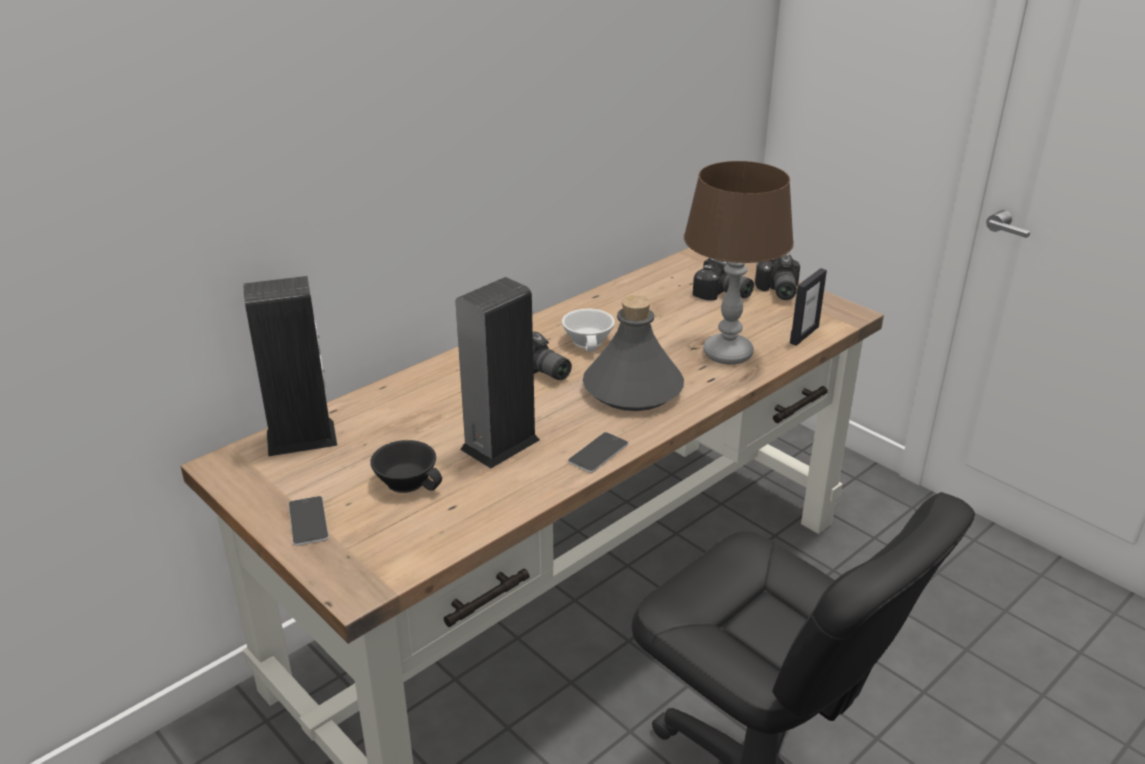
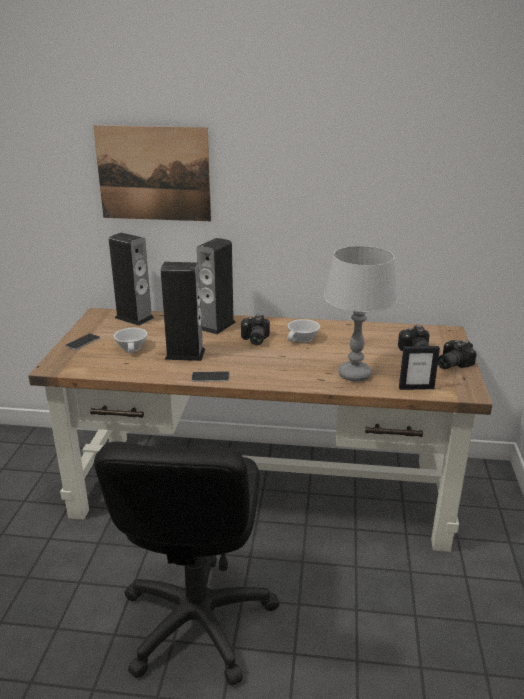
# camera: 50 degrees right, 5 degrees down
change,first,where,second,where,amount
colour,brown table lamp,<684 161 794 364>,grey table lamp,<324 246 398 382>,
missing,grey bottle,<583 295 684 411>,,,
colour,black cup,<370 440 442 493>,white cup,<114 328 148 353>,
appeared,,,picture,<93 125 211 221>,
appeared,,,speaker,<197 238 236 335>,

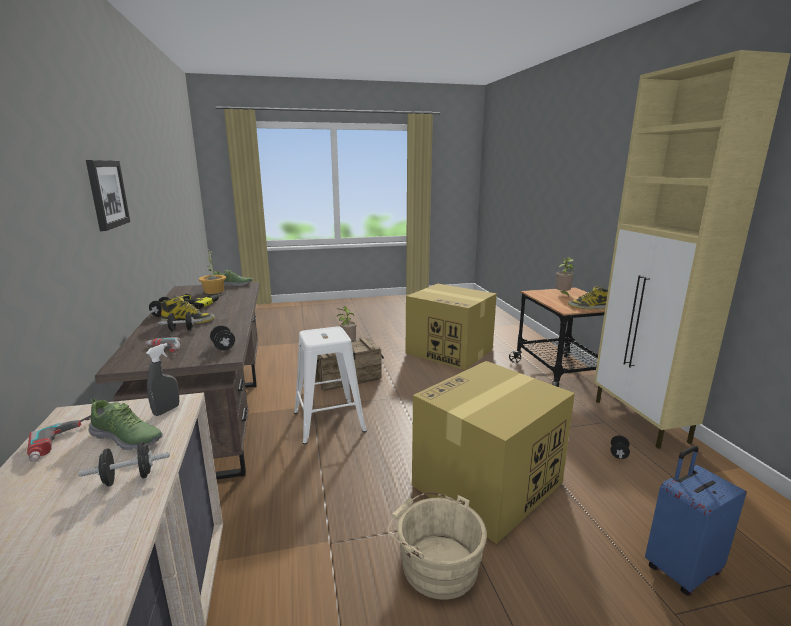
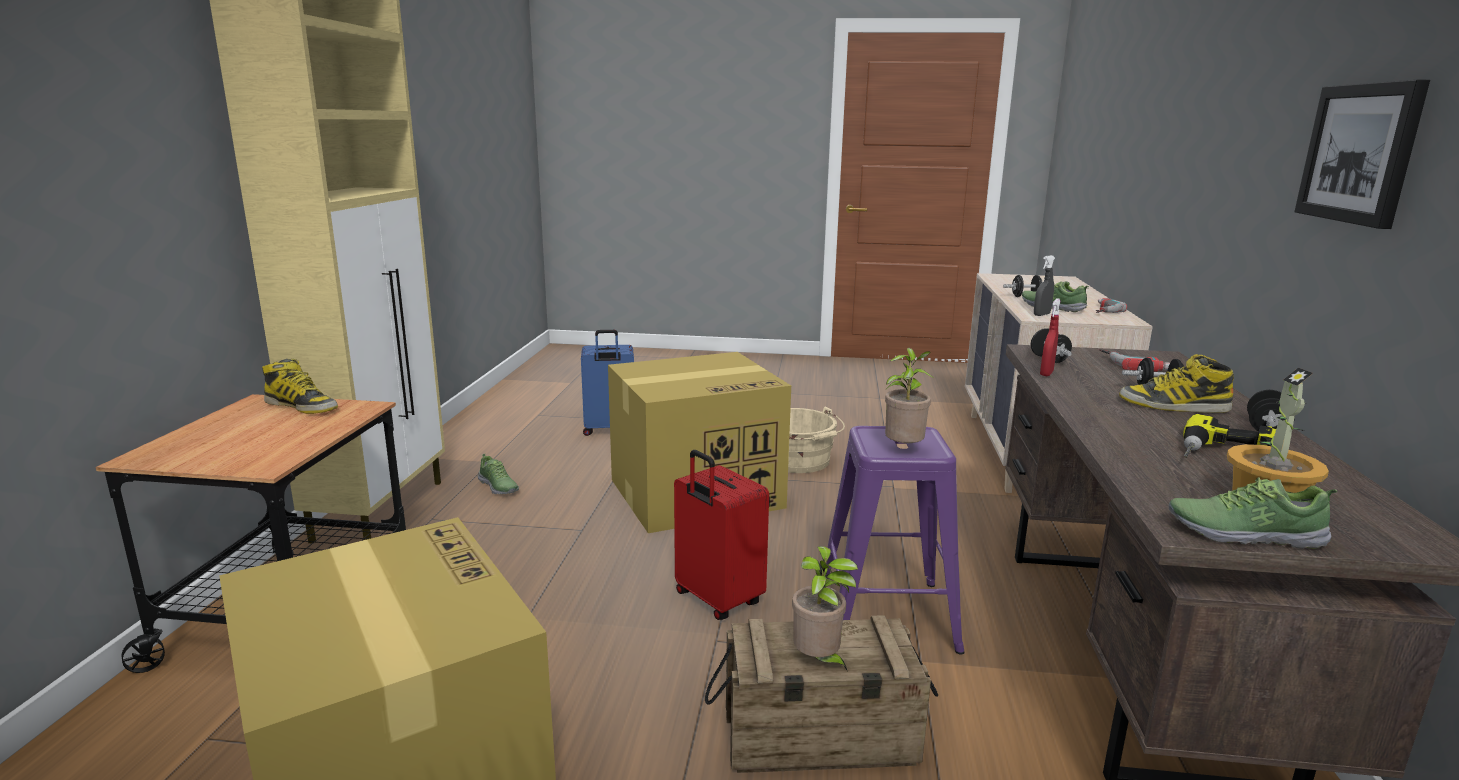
# camera: 160 degrees left, 0 degrees up
change,first,where,second,where,amount
relocated,potted plant,<556 257 574 297>,,<885 348 933 443>,
colour,white stool,<294 326 367 444>,purple stool,<826 426 965 655>,
exchanged,black dumbbell,<611 435 630 459>,shoe,<478 454 519 494>,
appeared,,,red spray bottle,<1040 298 1060 376>,
appeared,,,red suitcase,<674 450 769 620>,

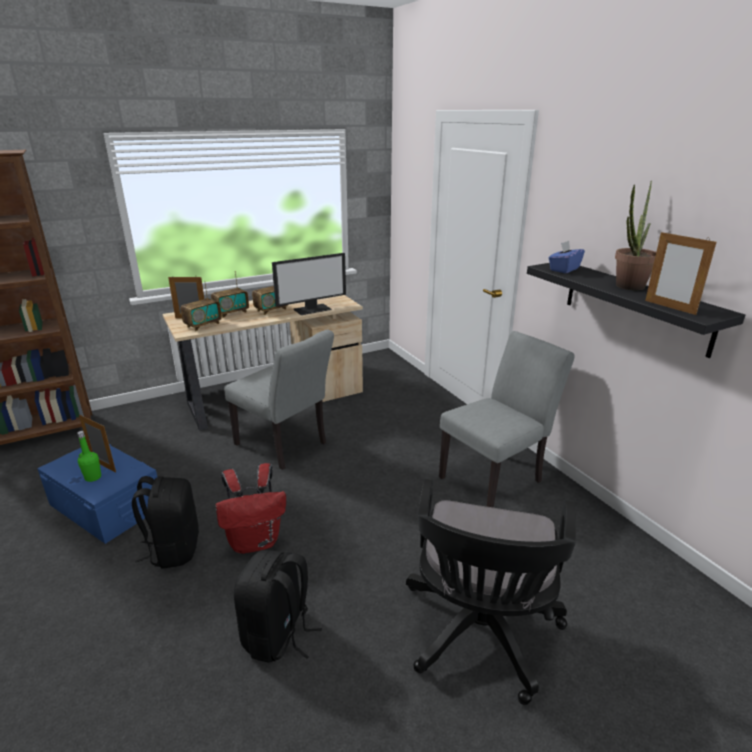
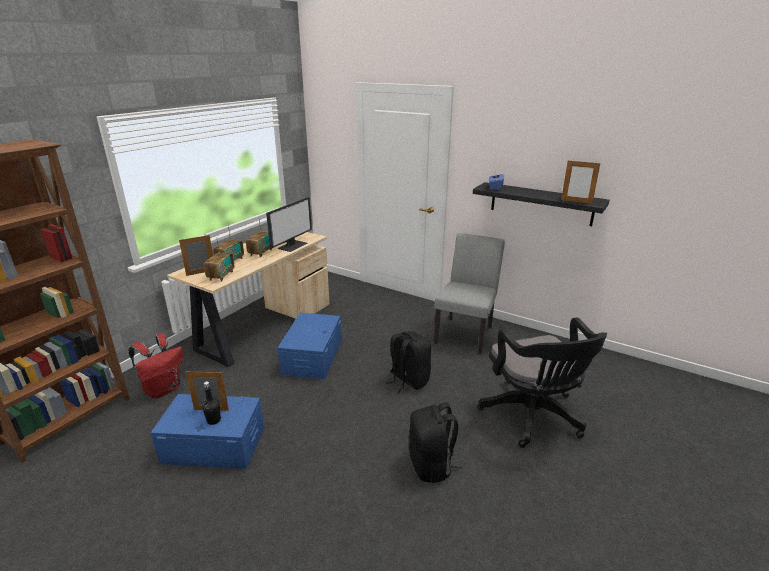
# camera: 30 degrees left, 0 degrees up
change,first,where,second,where,amount
missing,potted plant,<615 181 656 290>,,,
exchanged,grey chair,<224 329 334 470>,blue storage box,<278 313 342 379>,
colour,green bottle,<77 431 101 482>,black bottle,<202 382 221 425>,
relocated,red backpack,<215 463 286 554>,,<128 333 183 398>,
relocated,black backpack,<132 476 199 569>,,<386 331 431 393>,

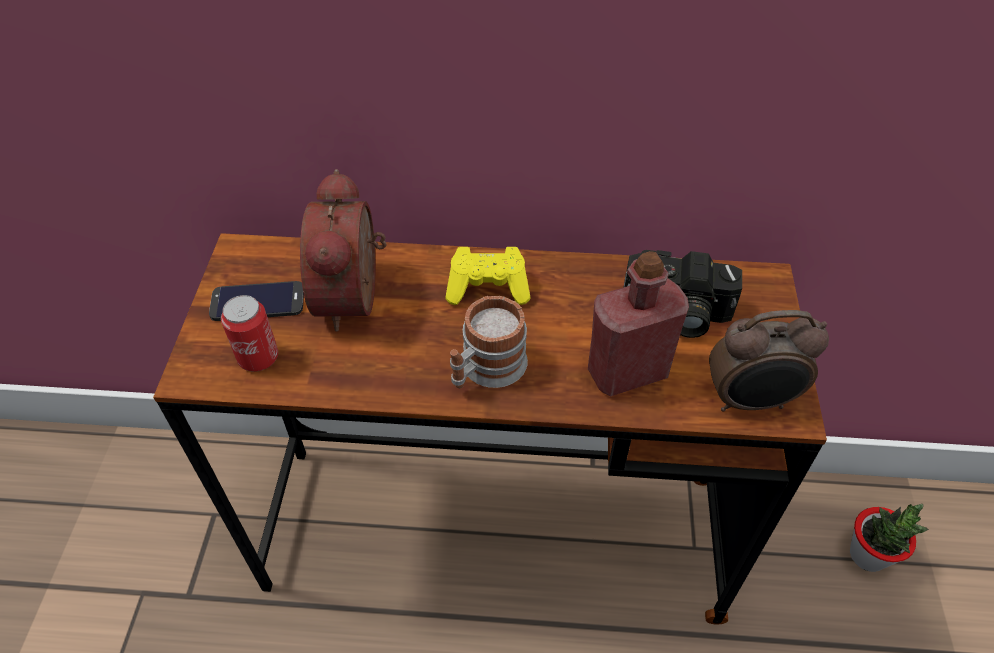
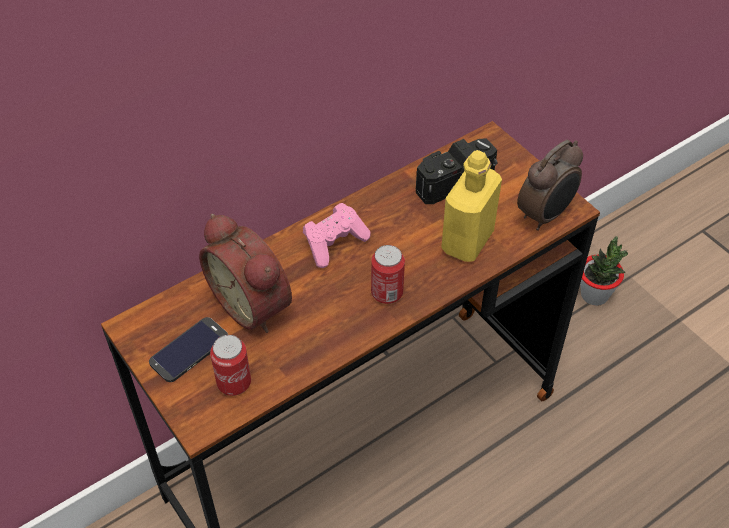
# camera: 40 degrees left, 0 degrees up
change,first,where,second,where,amount
colour,yellow game controller,<445 247 531 305>,pink game controller,<303 203 370 268>,
colour,red bottle,<588 251 689 397>,yellow bottle,<441 150 502 262>,
exchanged,mug,<450 296 528 388>,can,<371 245 405 304>,

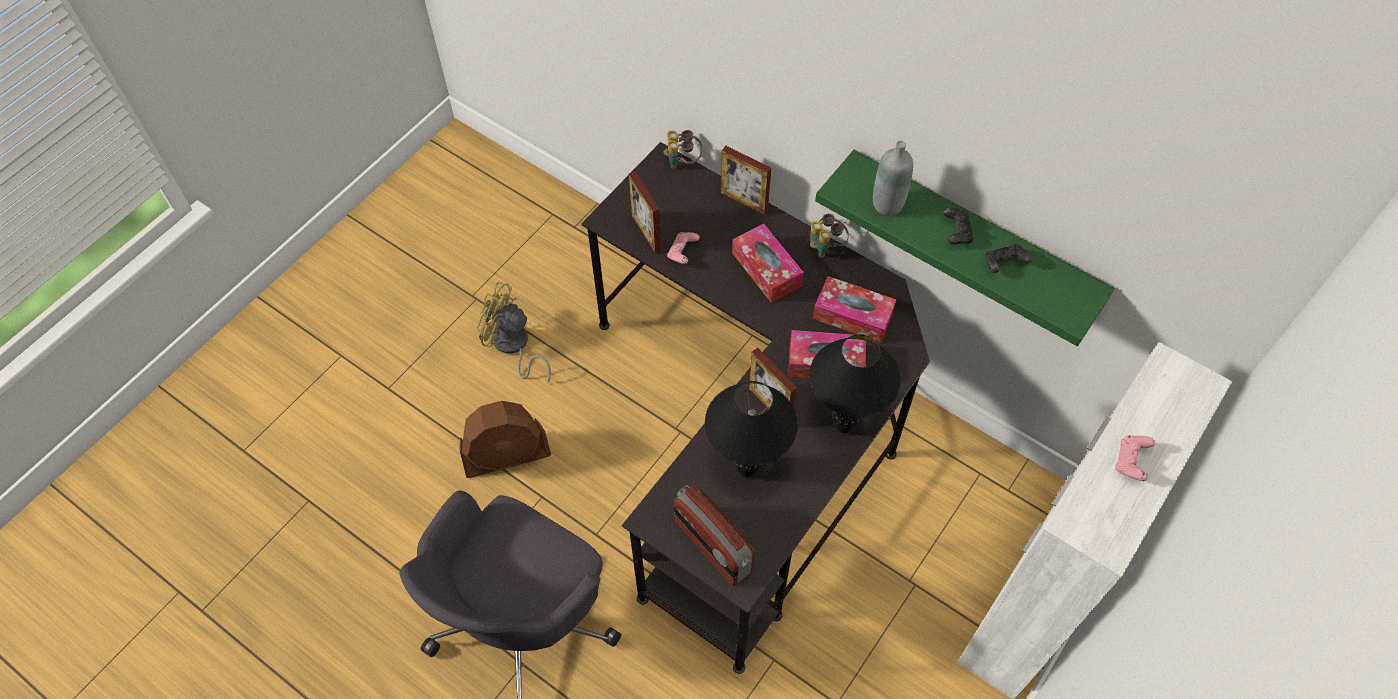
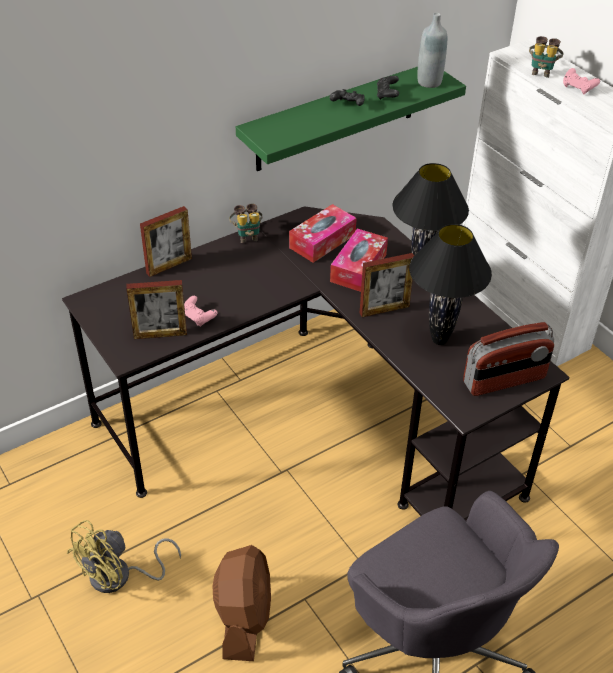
# camera: 70 degrees left, 15 degrees down
change,first,where,second,where,amount
relocated,binoculars,<664 130 702 169>,,<529 36 564 78>,
relocated,grey bottle,<873 141 913 215>,,<417 13 447 88>,
missing,tissue box,<732 223 804 302>,,,

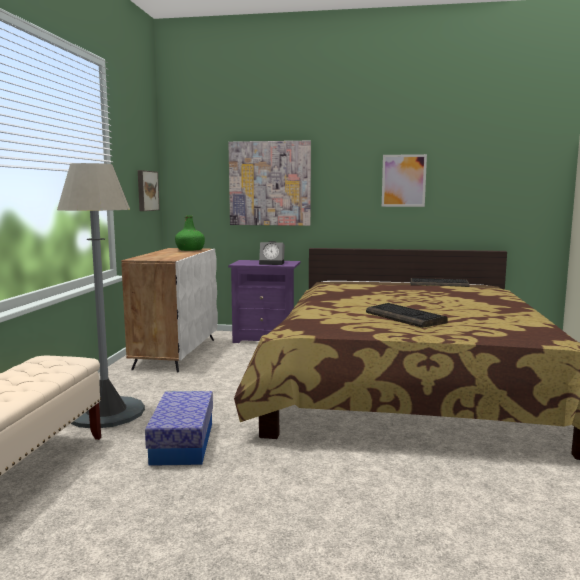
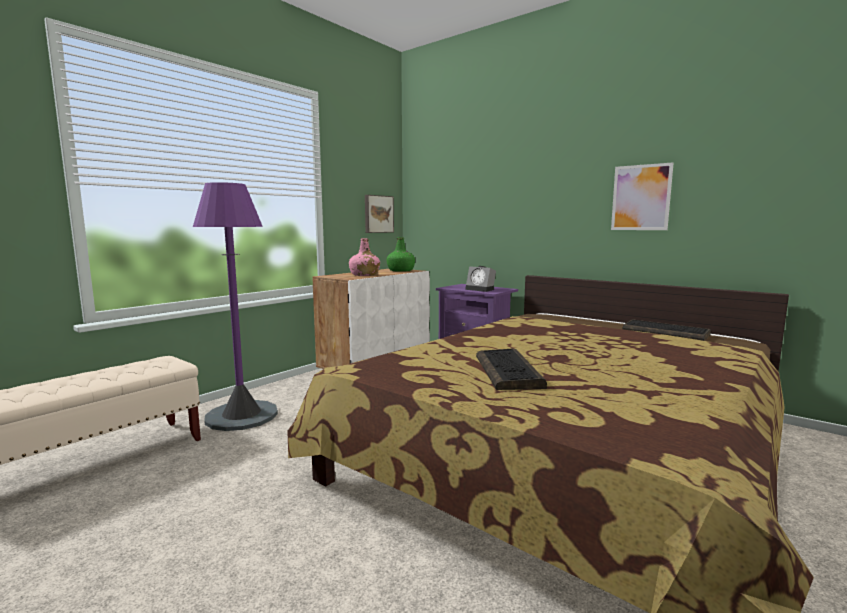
# camera: 30 degrees right, 0 degrees up
change,first,where,second,where,amount
missing,picture,<228 141 311 226>,,,
colour,grey floor lamp,<57 163 145 428>,purple floor lamp,<193 182 278 431>,
missing,storage box,<145 391 213 466>,,,
appeared,,,pink bottle,<349 238 380 276>,

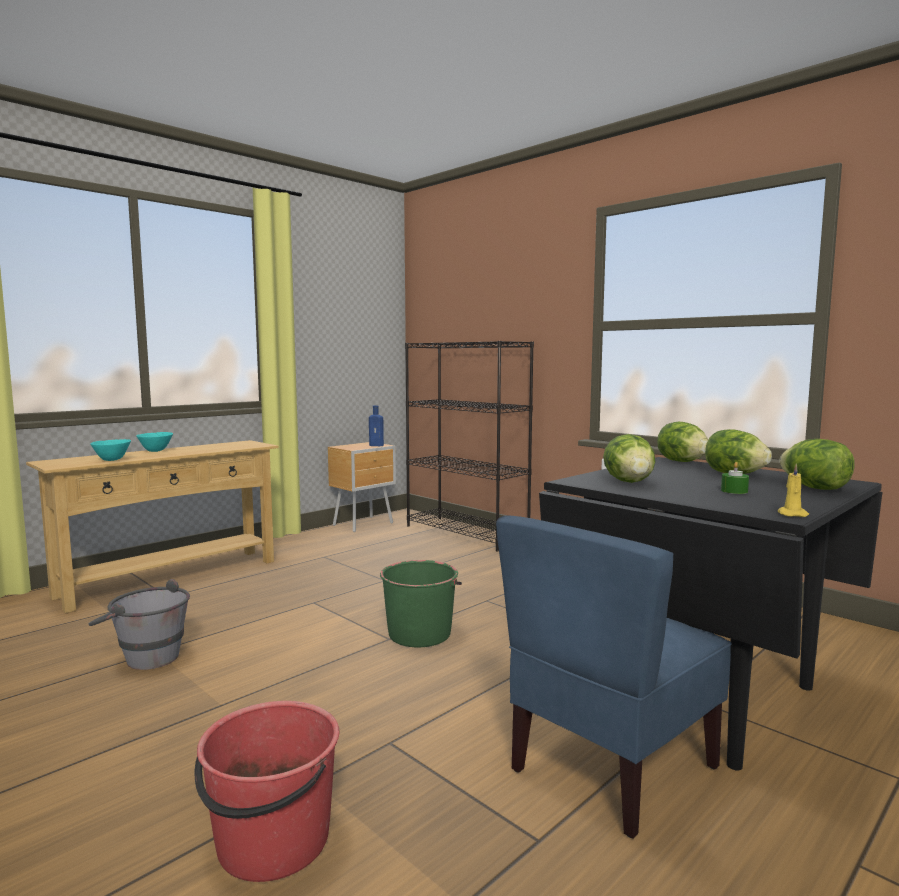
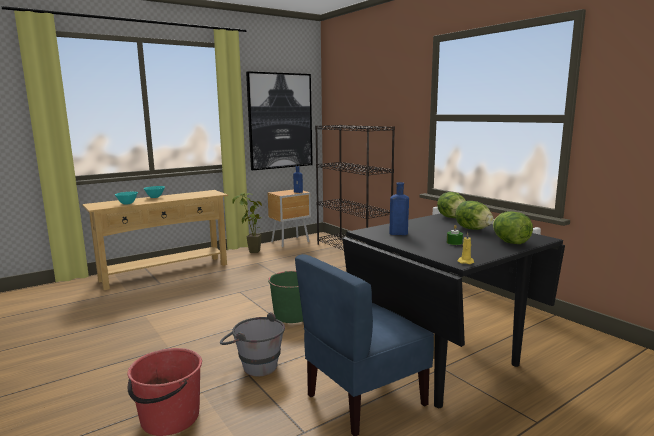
# camera: 10 degrees right, 5 degrees up
change,first,where,second,where,amount
exchanged,lettuce,<603 434 655 483>,blue bottle,<389 182 409 235>,
relocated,grey bucket,<89 579 190 670>,,<220 312 285 376>,
appeared,,,picture,<246 71 313 170>,
appeared,,,potted plant,<232 193 262 253>,

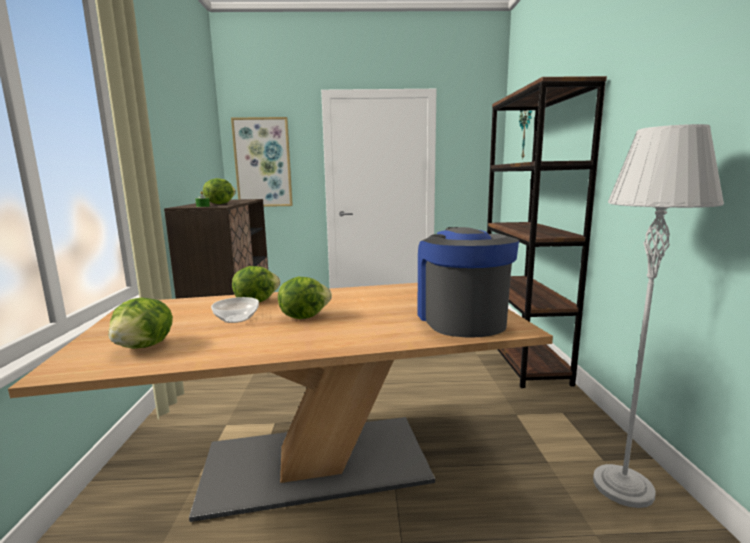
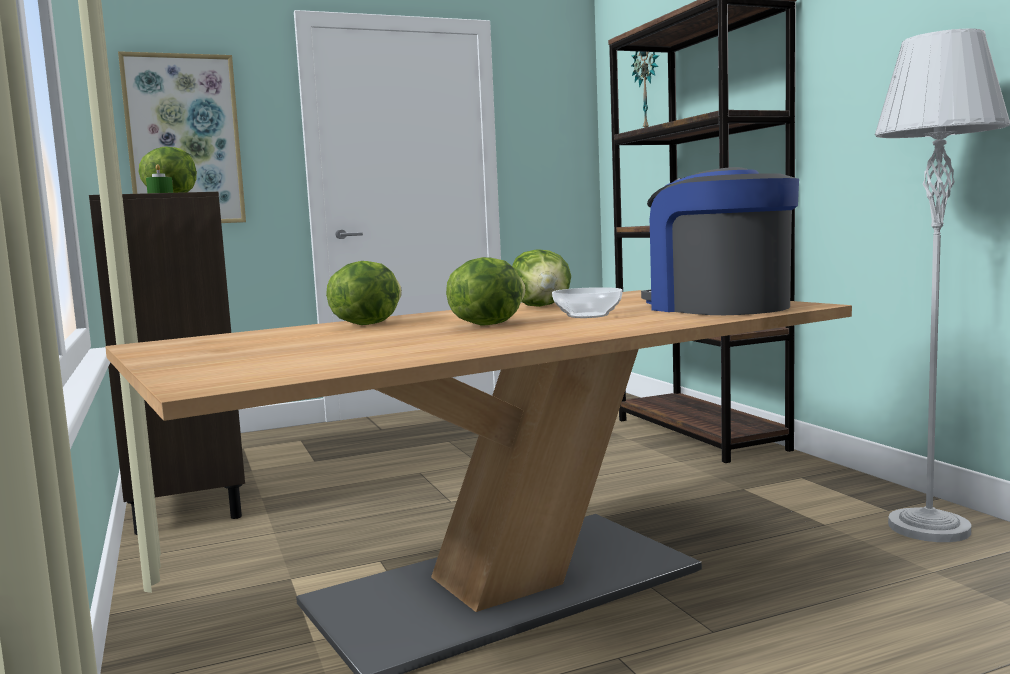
# camera: 20 degrees left, 5 degrees down
change,first,where,second,where,amount
relocated,bowl,<211 297 259 323>,,<552 287 623 318>,
relocated,lettuce,<108 298 173 349>,,<512 249 571 307>,

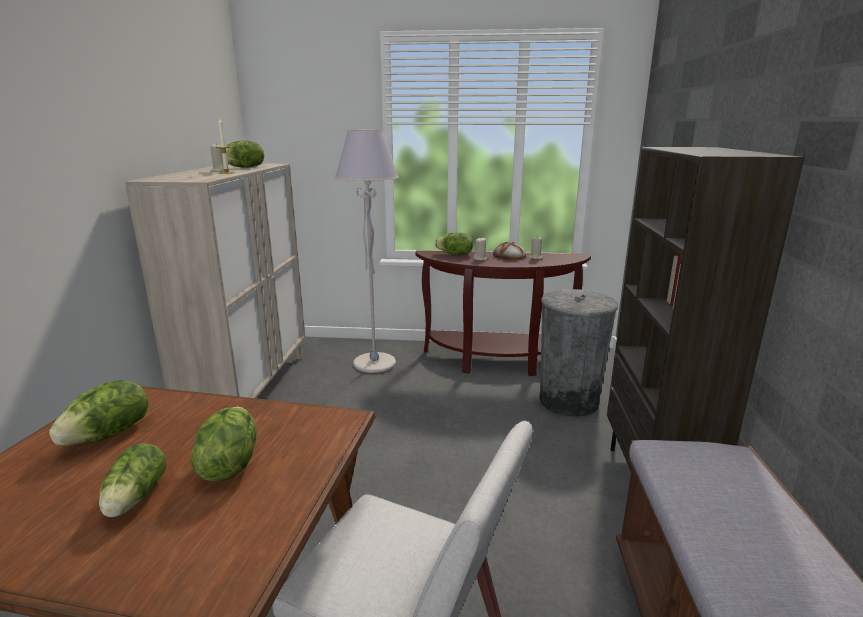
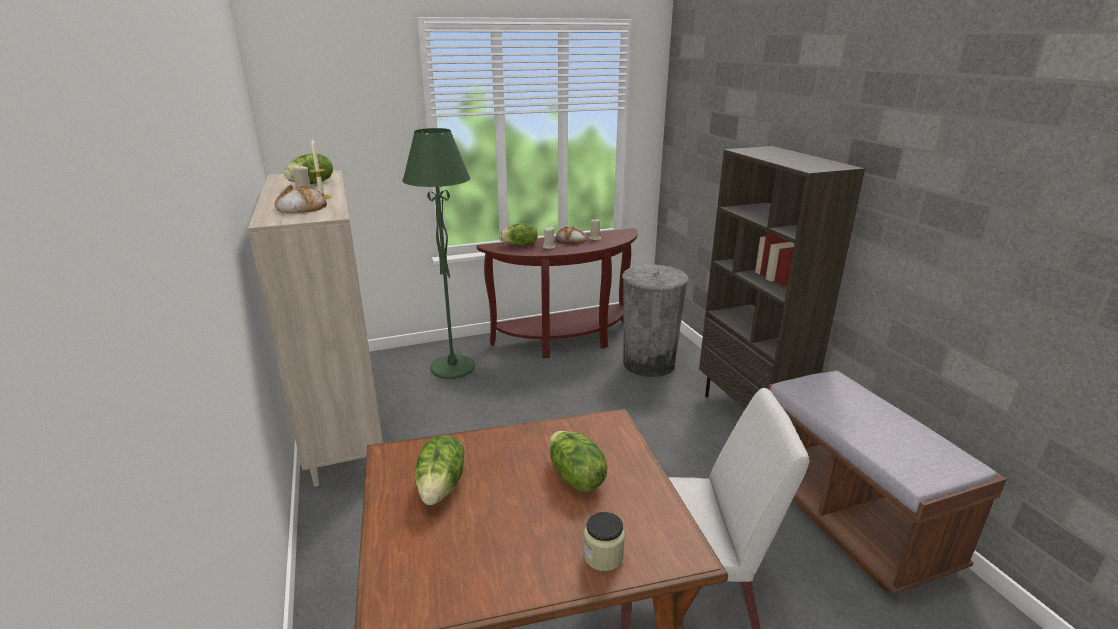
# camera: 25 degrees left, 5 degrees up
change,first,where,second,where,amount
colour,grey floor lamp,<335 130 399 373>,green floor lamp,<402 128 475 379>,
missing,lettuce,<99 444 167 517>,,,
appeared,,,bread,<274 185 327 214>,
appeared,,,jar,<584 512 625 571>,

